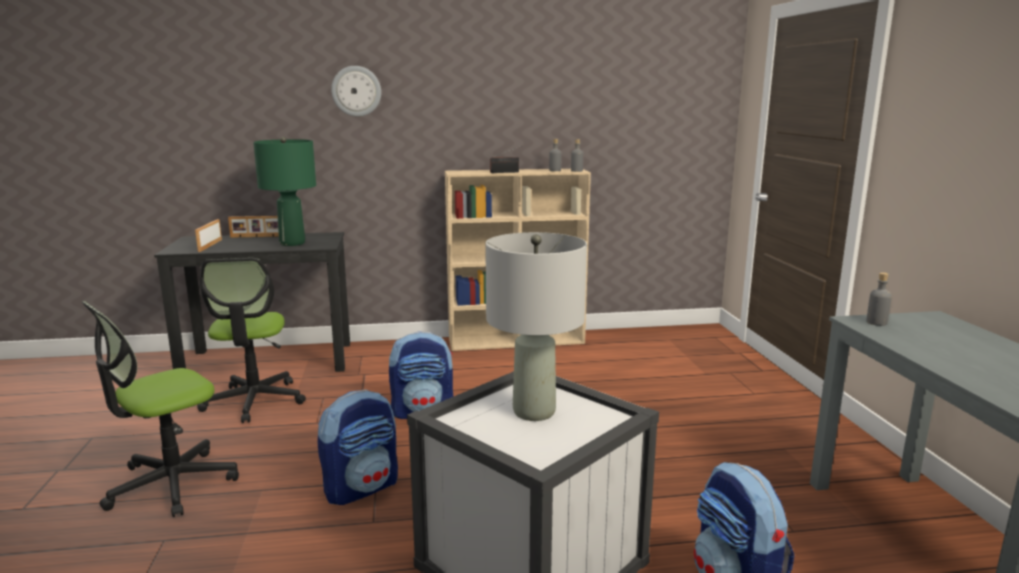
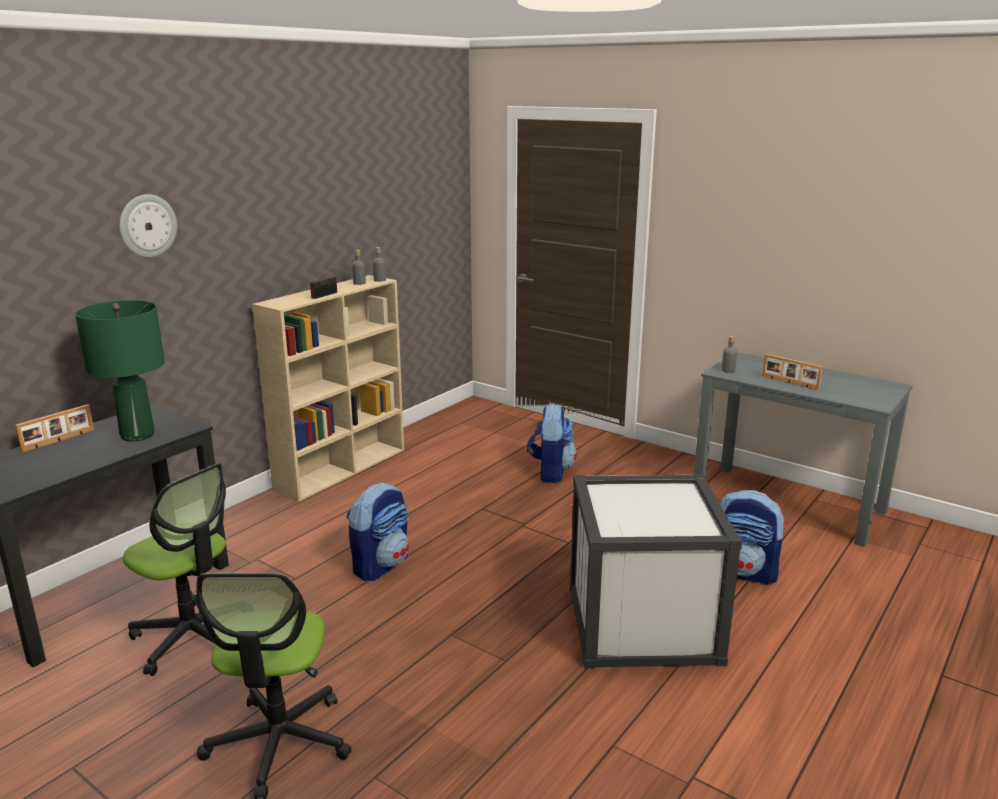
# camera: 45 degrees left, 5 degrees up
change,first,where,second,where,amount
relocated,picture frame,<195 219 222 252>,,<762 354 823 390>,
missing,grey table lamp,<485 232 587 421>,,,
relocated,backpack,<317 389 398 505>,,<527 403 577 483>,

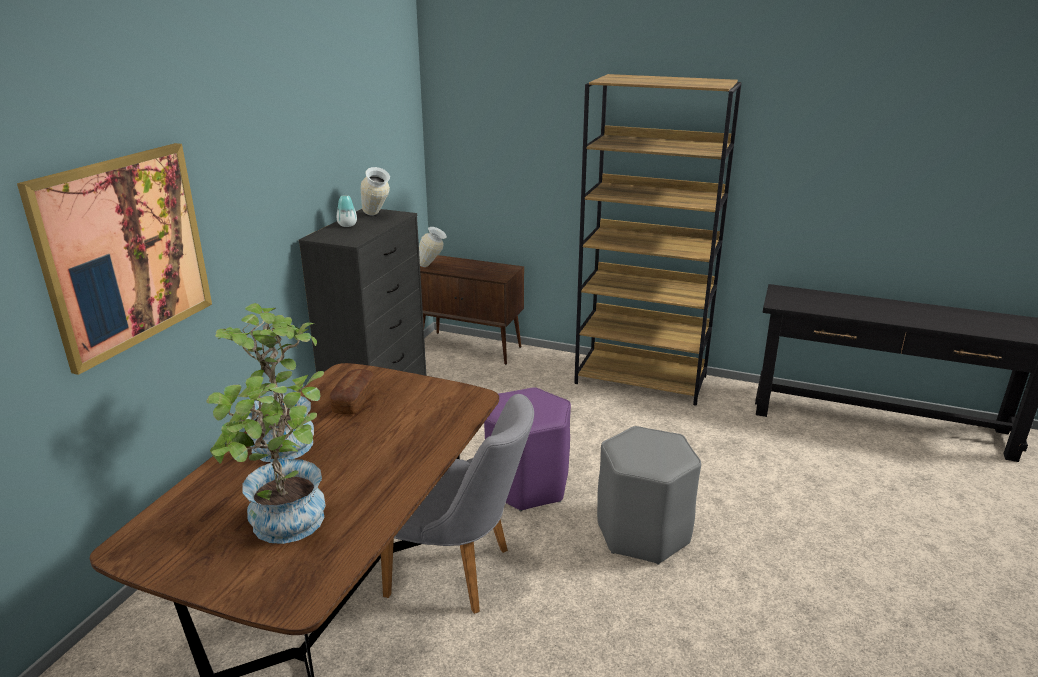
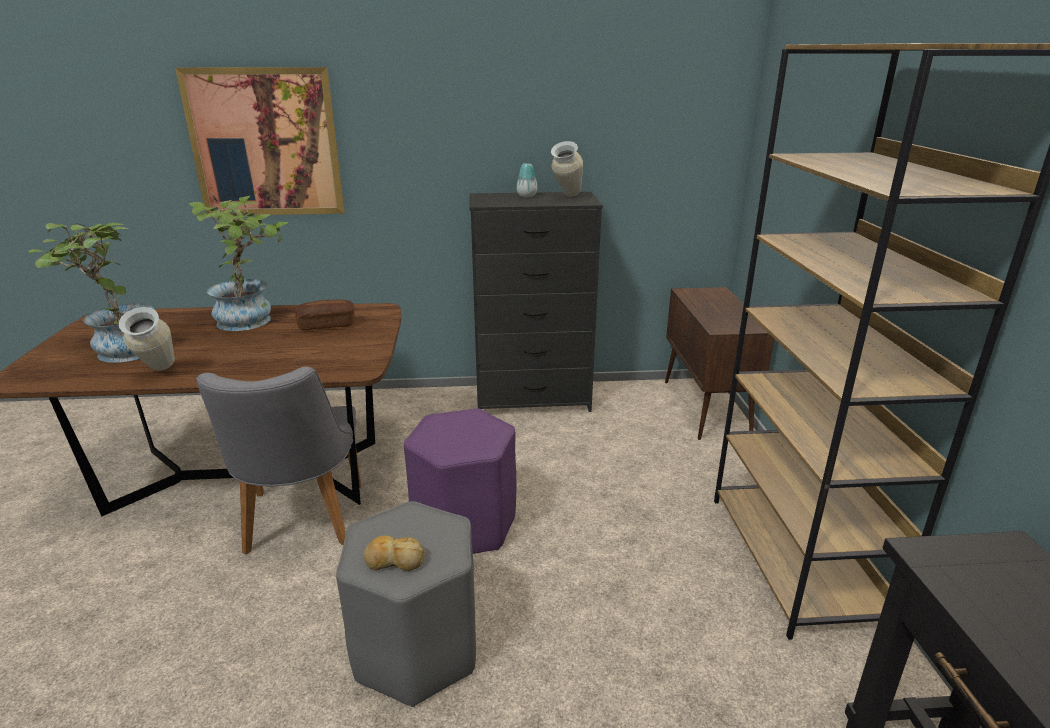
# camera: 65 degrees right, 0 degrees up
change,first,where,second,where,amount
relocated,vase,<419 227 447 267>,,<119 307 175 371>,
appeared,,,bread,<363 536 425 571>,

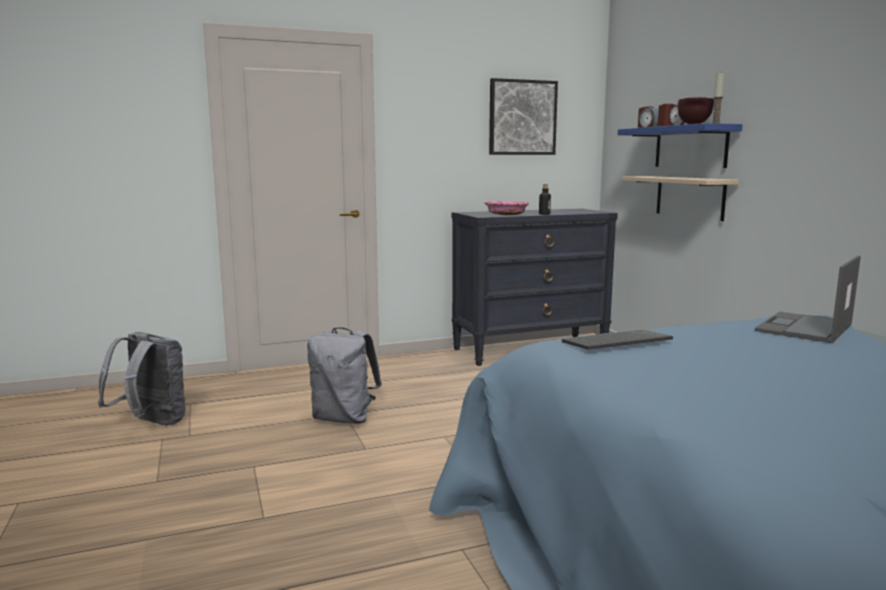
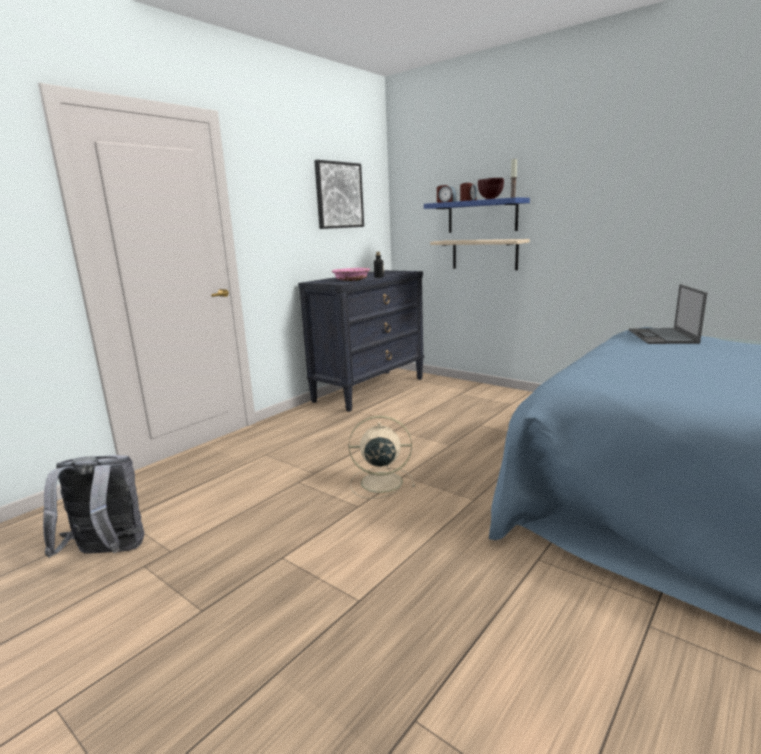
# camera: 30 degrees left, 5 degrees up
change,first,where,second,where,amount
missing,grey backpack,<307 327 382 424>,,,
missing,keyboard,<562 330 673 350>,,,
appeared,,,beige fan,<349 416 415 499>,

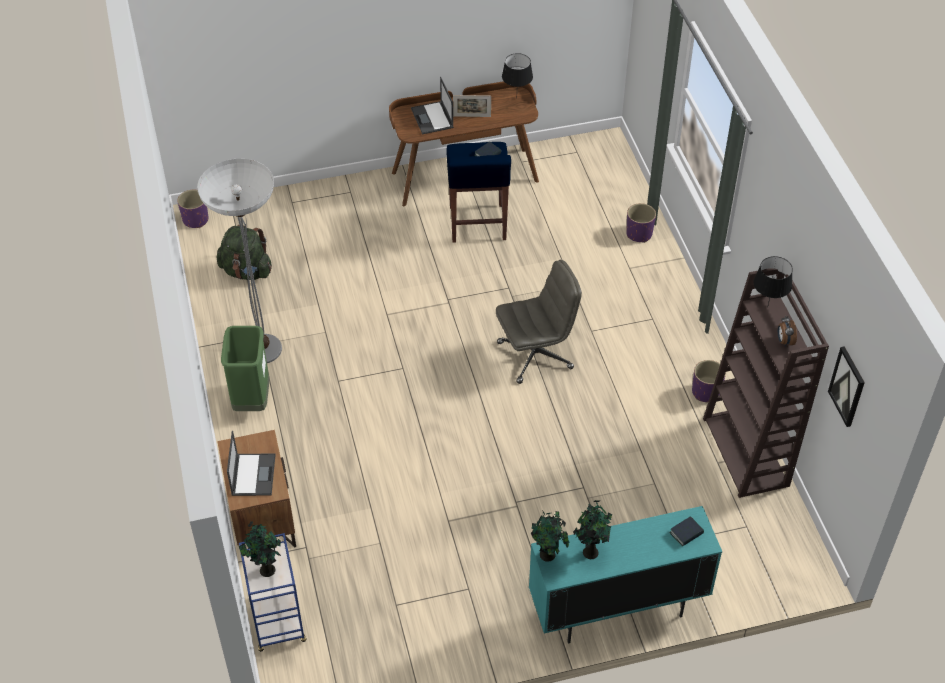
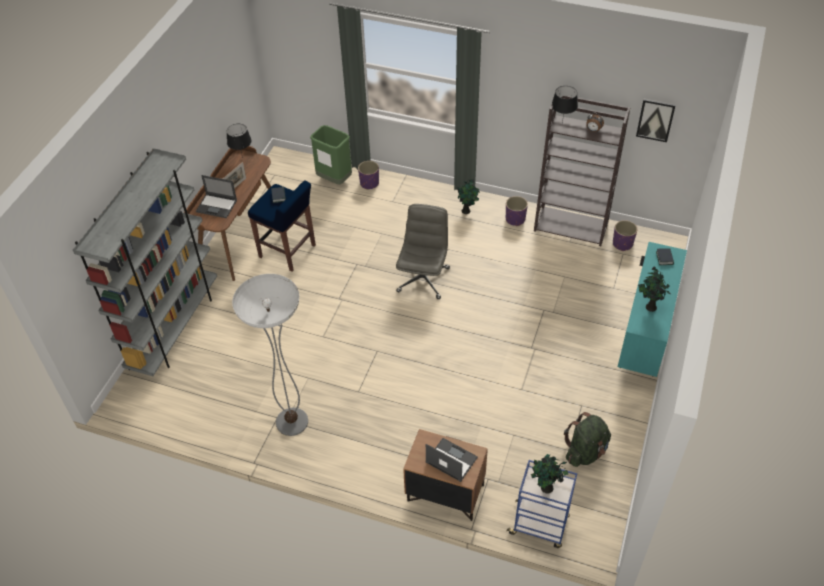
# camera: 55 degrees left, 0 degrees up
change,first,where,second,where,amount
relocated,purple planter,<177 190 208 228>,,<613 220 637 251>,
relocated,green backpack,<217 225 272 280>,,<564 412 611 467>,
relocated,green trash can,<221 326 269 411>,,<310 125 352 184>,
relocated,potted plant,<531 510 570 562>,,<458 179 480 214>,
appeared,,,grey bookcase,<73 148 217 376>,

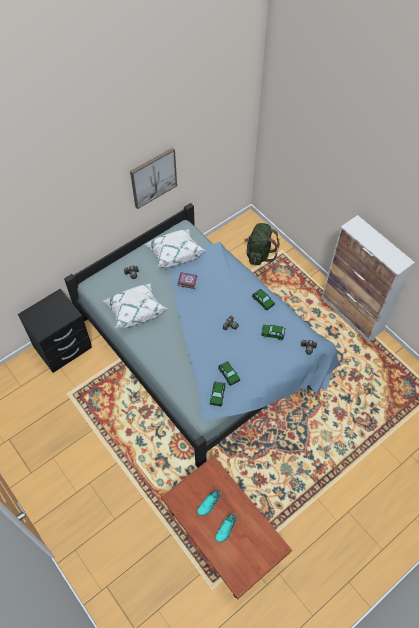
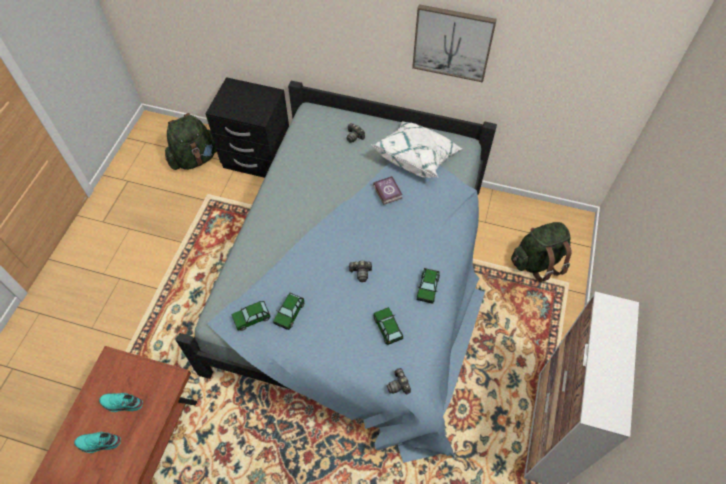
# camera: 55 degrees right, 0 degrees up
change,first,where,second,where,amount
missing,white pillow,<104 283 167 328>,,,
appeared,,,green backpack,<165 113 217 170>,

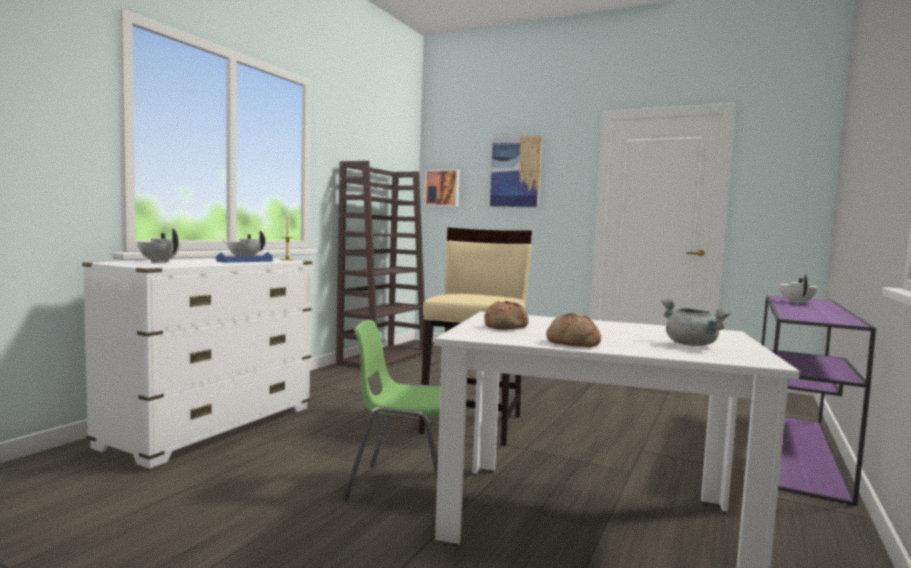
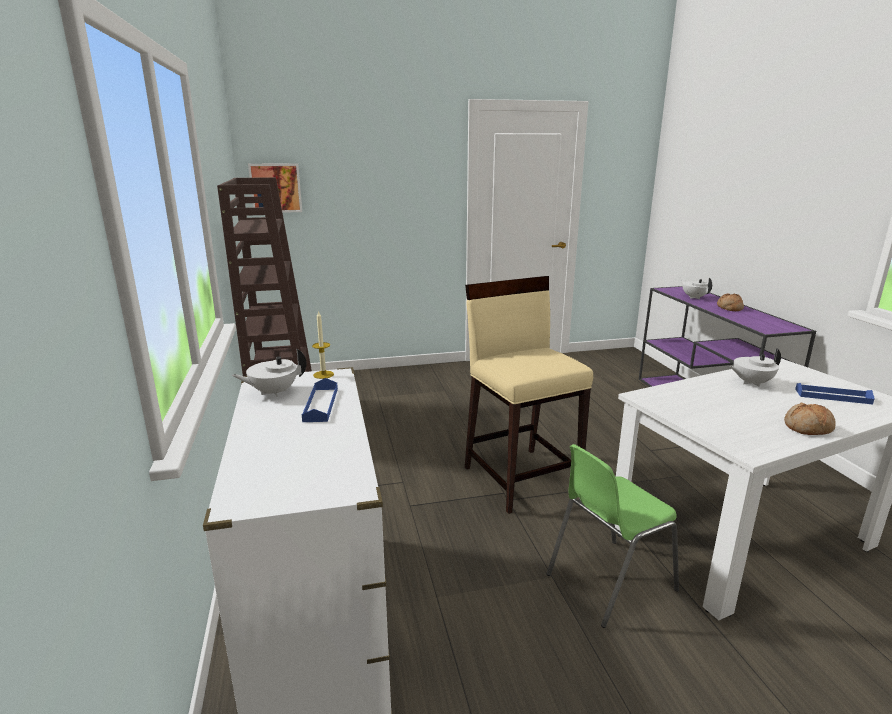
# camera: 40 degrees left, 15 degrees up
change,first,where,second,where,amount
missing,picture,<490 136 542 207>,,,
relocated,white teapot,<137 229 181 263>,,<729 348 781 387>,
exchanged,grey cooking pot,<661 299 731 346>,blue tray,<795 383 875 404>,
relocated,bread,<484 301 529 330>,,<717 293 744 311>,

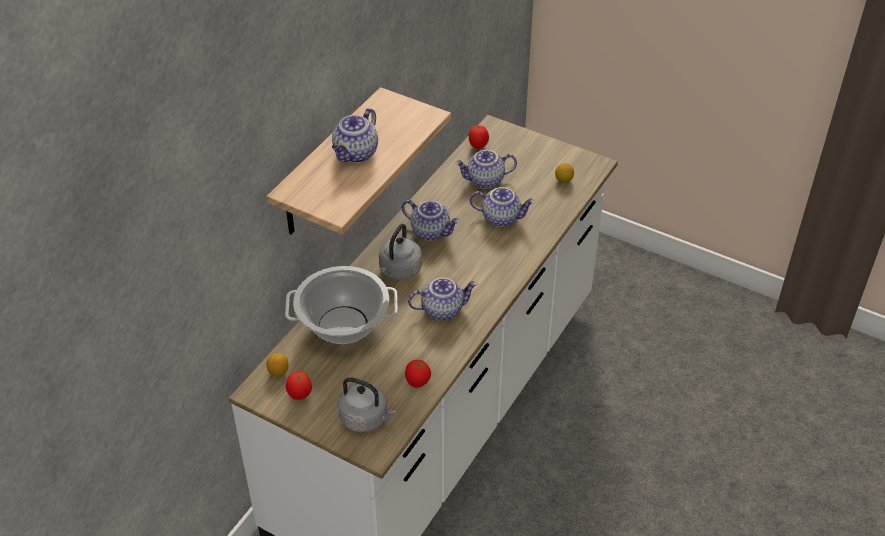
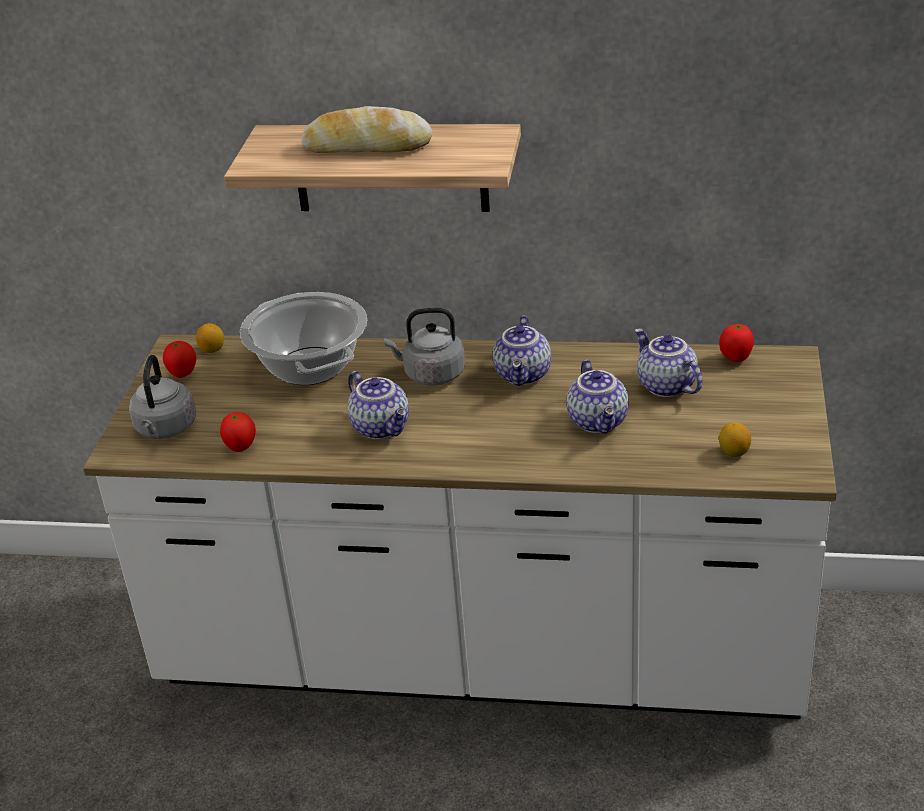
# camera: 70 degrees right, 10 degrees down
change,first,where,second,where,amount
exchanged,teapot,<332 108 378 163>,bread,<302 106 432 153>,

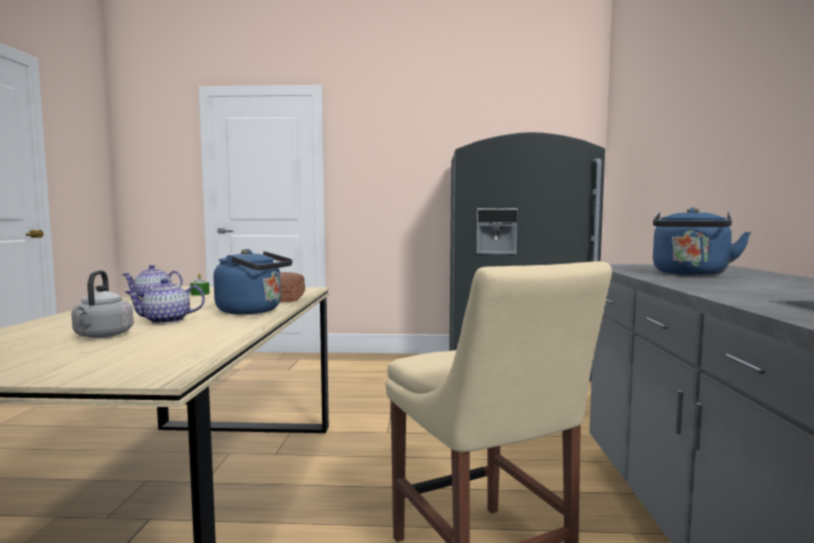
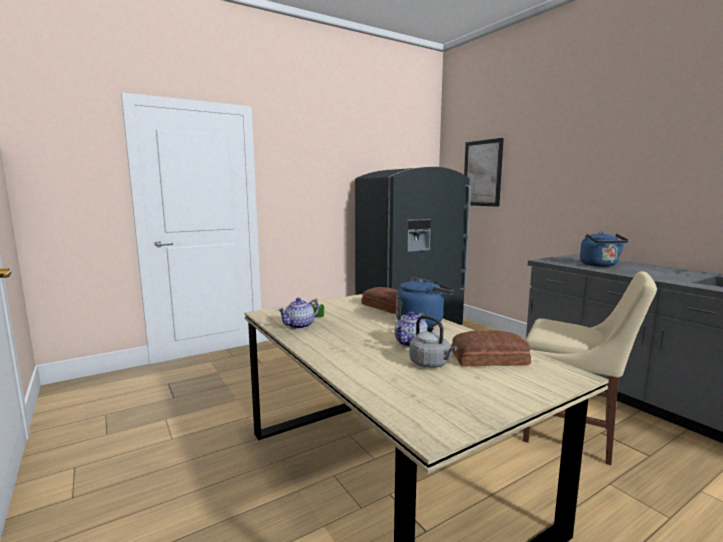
# camera: 35 degrees left, 5 degrees up
change,first,where,second,where,amount
appeared,,,picture,<464 138 504 207>,
appeared,,,bread,<451 330 531 366>,

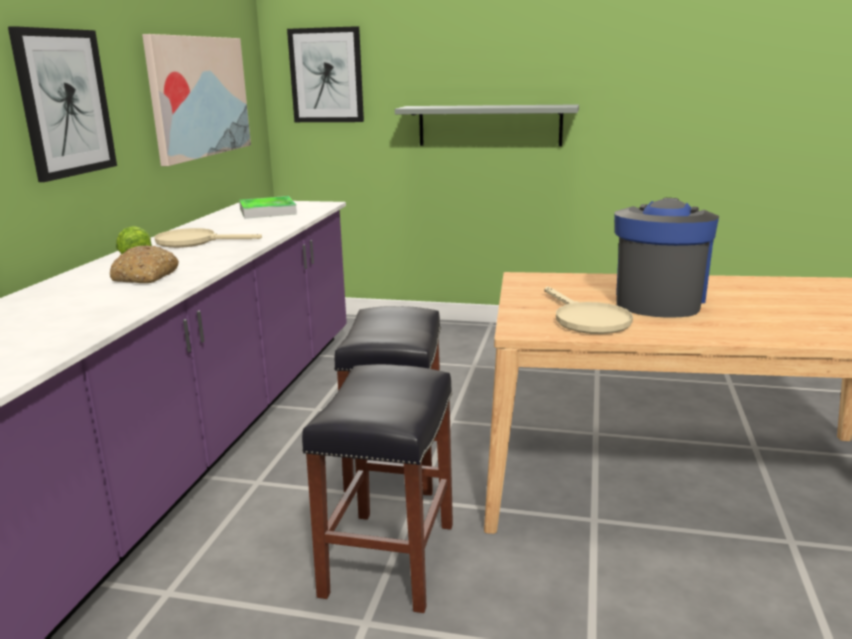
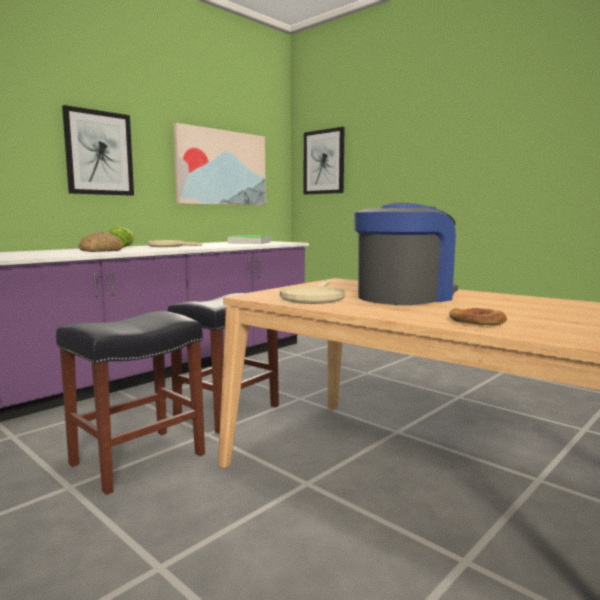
# camera: 30 degrees right, 10 degrees down
change,first,where,second,where,amount
missing,grey shelf,<395 104 579 146>,,,
appeared,,,bread,<449 308 507 326>,

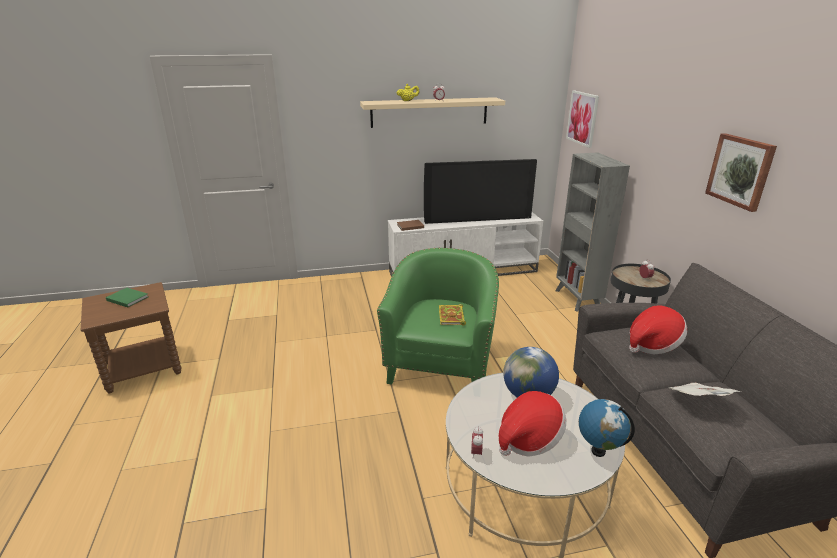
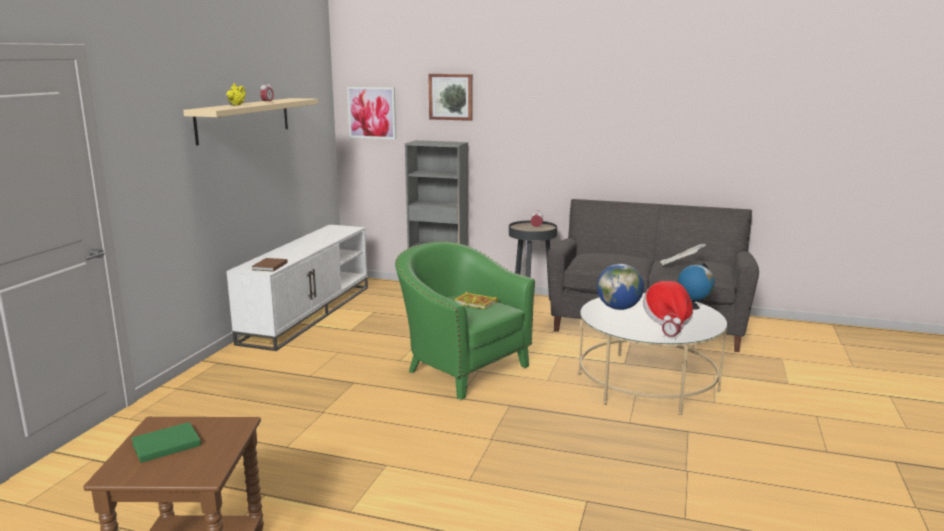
# camera: 60 degrees left, 10 degrees down
change,first,where,second,where,amount
relocated,picture,<705 133 777 212>,,<428 74 473 121>,
missing,television,<424 159 537 224>,,,
missing,hat,<629 305 687 354>,,,

